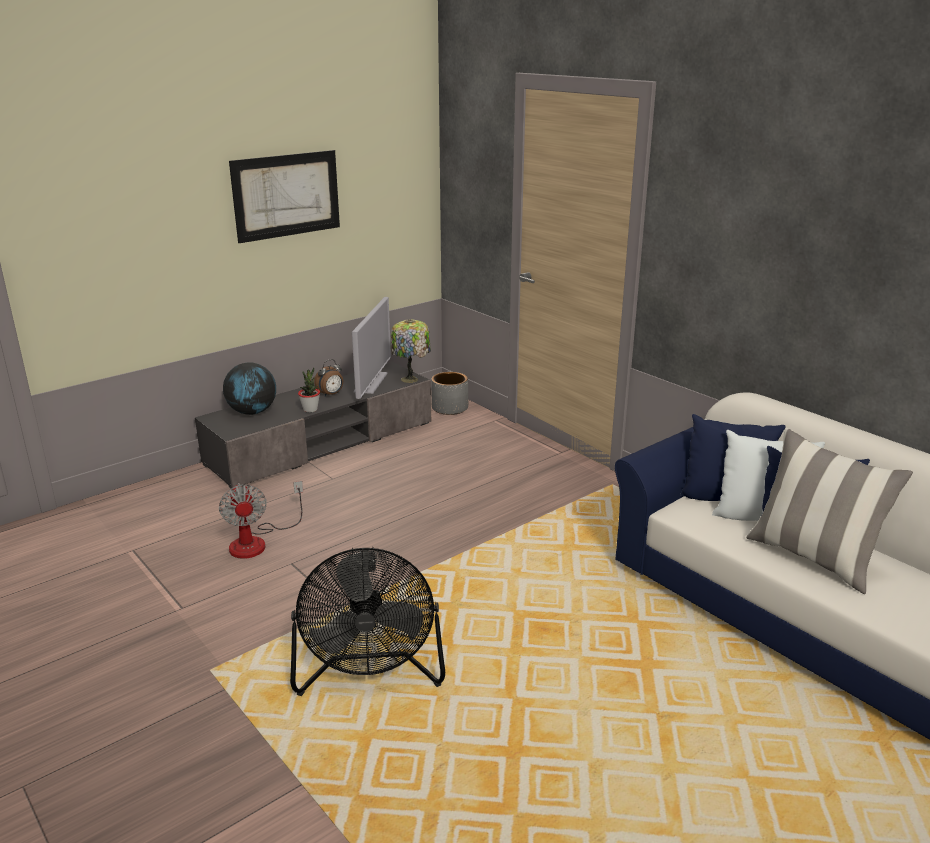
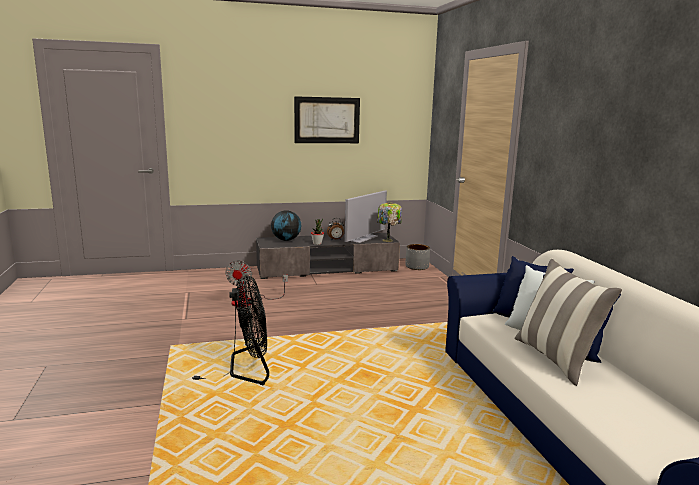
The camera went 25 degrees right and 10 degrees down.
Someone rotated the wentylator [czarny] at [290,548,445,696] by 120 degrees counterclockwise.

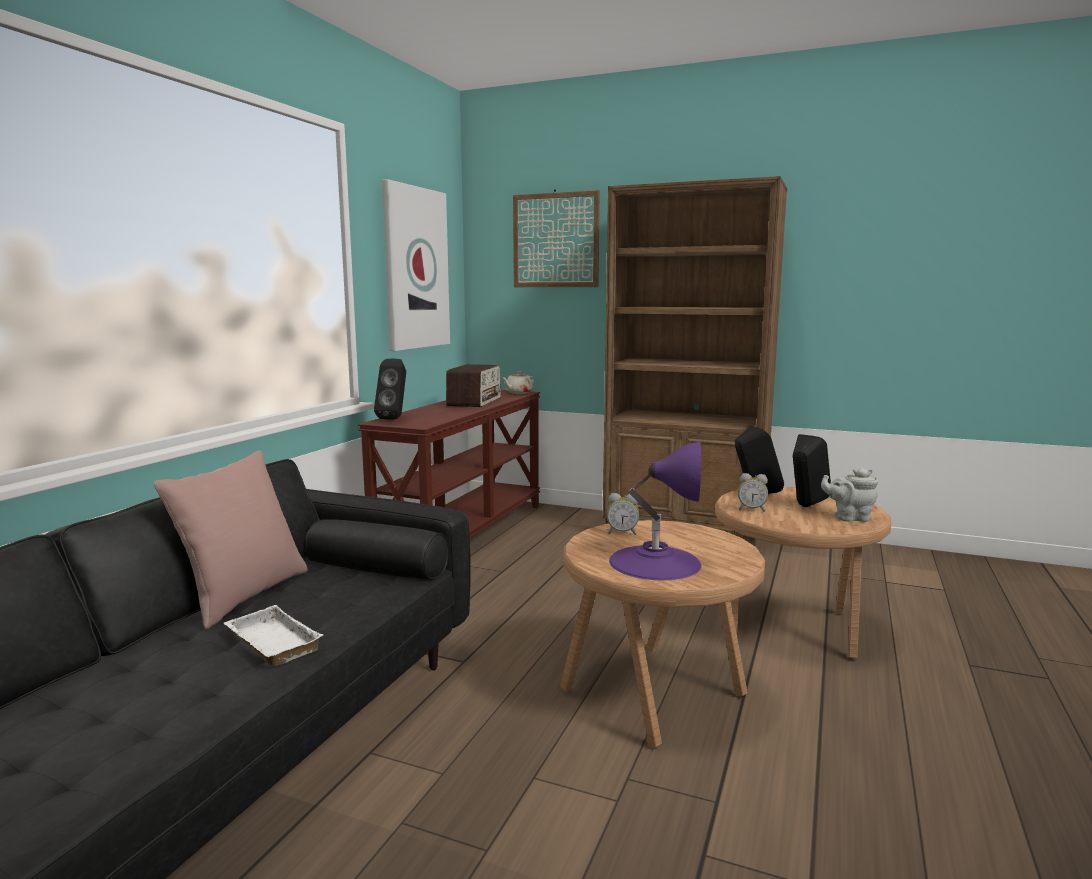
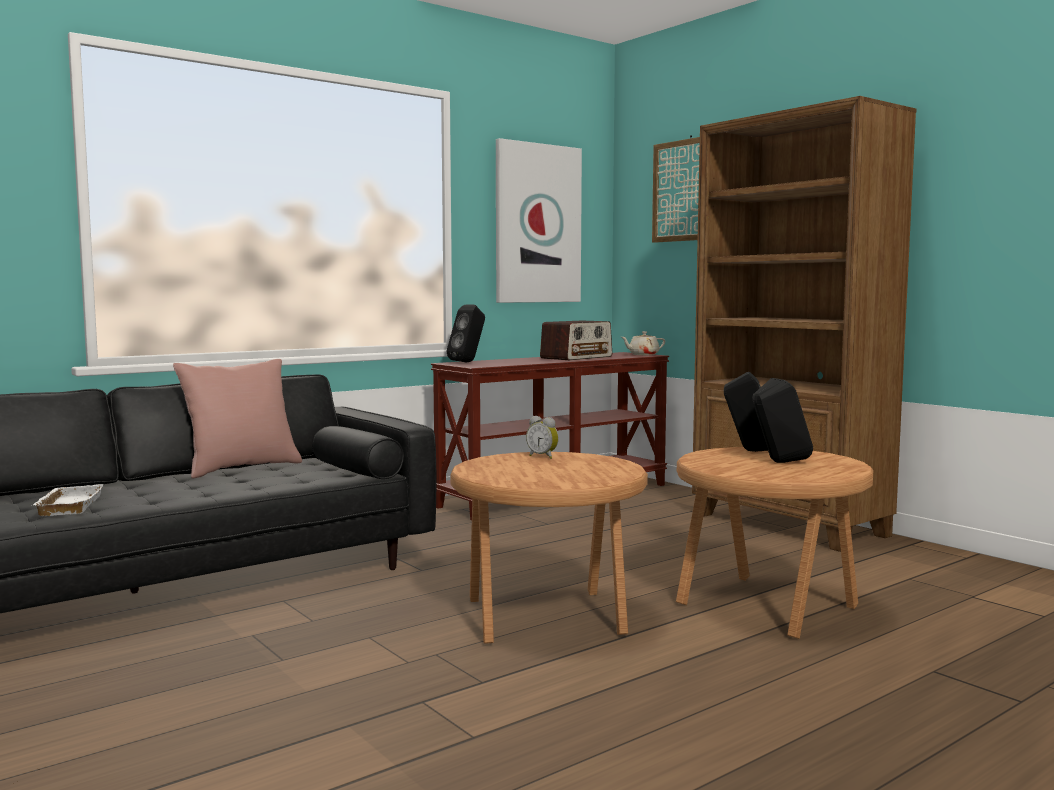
The camera went 30 degrees right and 5 degrees down.
Someone carried the taca [biały] from [223,605,323,666] to [33,484,103,516].
Someone took away the lampa stołowa [fioletowy] at [609,442,701,580].
Someone took away the budzik at [738,473,768,512].
Someone took away the imbryk [szary] at [821,468,879,522].

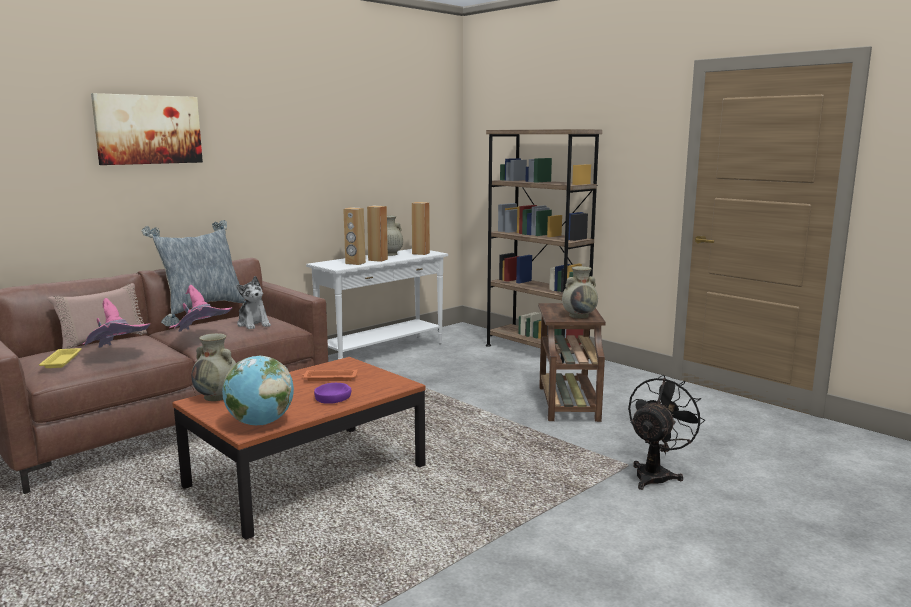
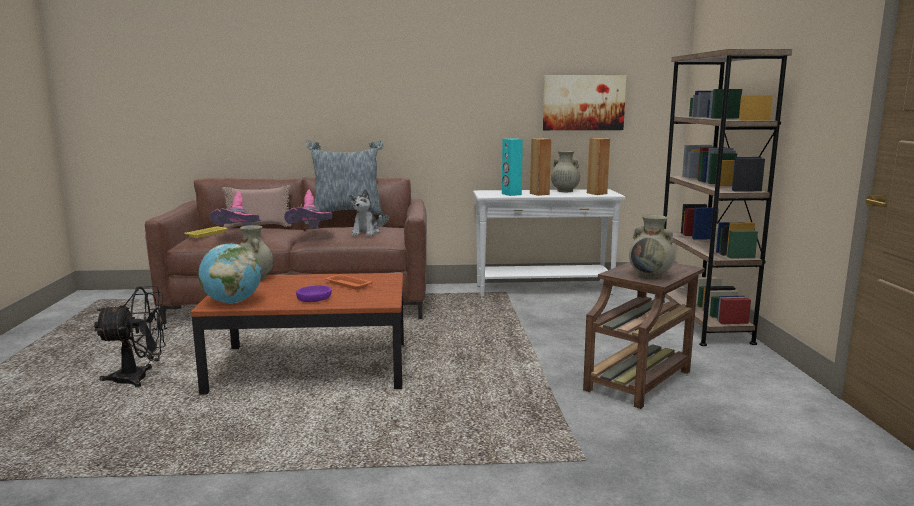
The camera went 40 degrees right and 0 degrees up.
Someone carried the wentylator [czarny] from [628,375,705,490] to [94,286,167,387].
Someone repainted the głośnik [brązowy] at [343,207,366,265], which became the głośnik [turkusowy] at [502,138,523,196].
Someone carried the obraz from [91,93,203,165] to [543,75,627,130].

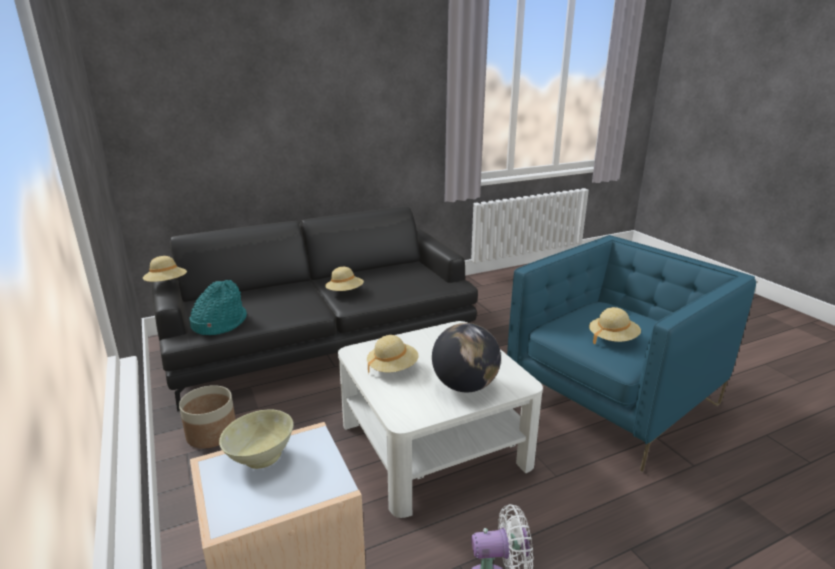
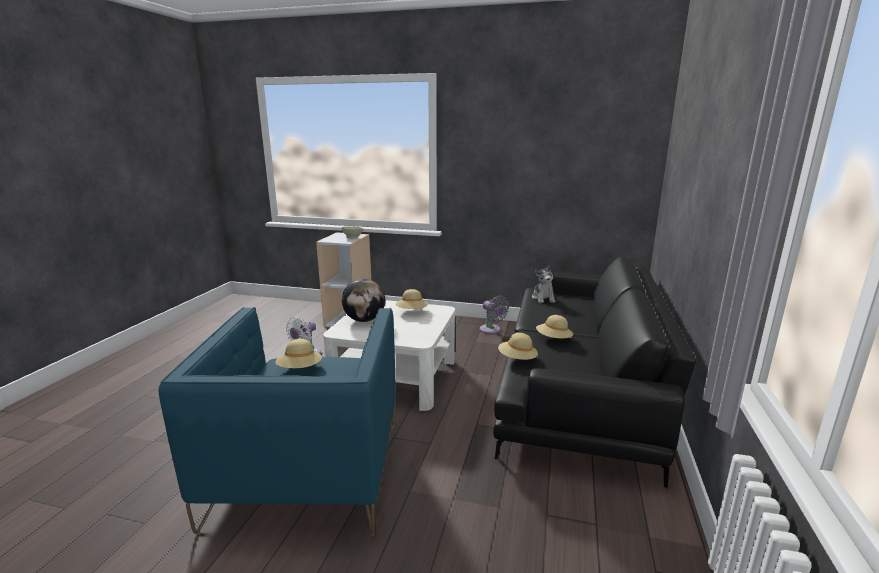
The camera went 130 degrees right and 5 degrees down.
Someone swapped the donica at [179,385,236,449] for the wentylator [szary] at [480,295,509,334].
Someone carried the kapelusz [beżowy] from [143,256,187,282] to [498,333,538,360].
Someone swapped the kapelusz [turkusowy] at [189,280,247,335] for the pluszak at [532,265,555,303].

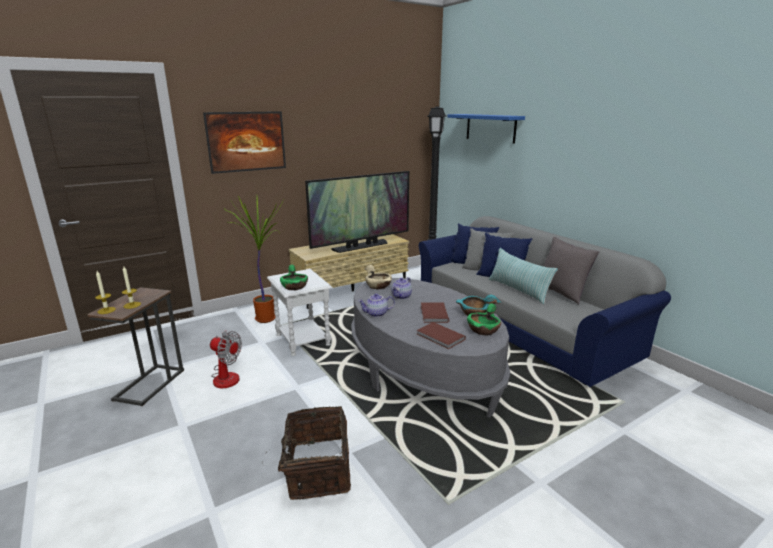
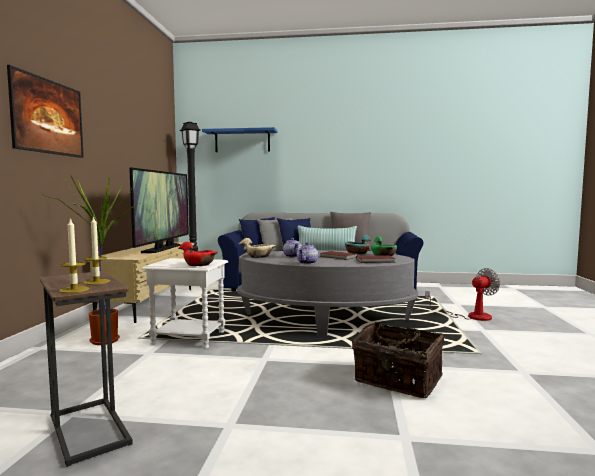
The camera went 50 degrees left and 15 degrees down.
Someone repainted the miska [zielony] at [280,265,308,290], which became the miska [czerwony] at [178,242,218,266].
Someone carried the wentylator from [210,331,242,388] to [425,268,500,321].

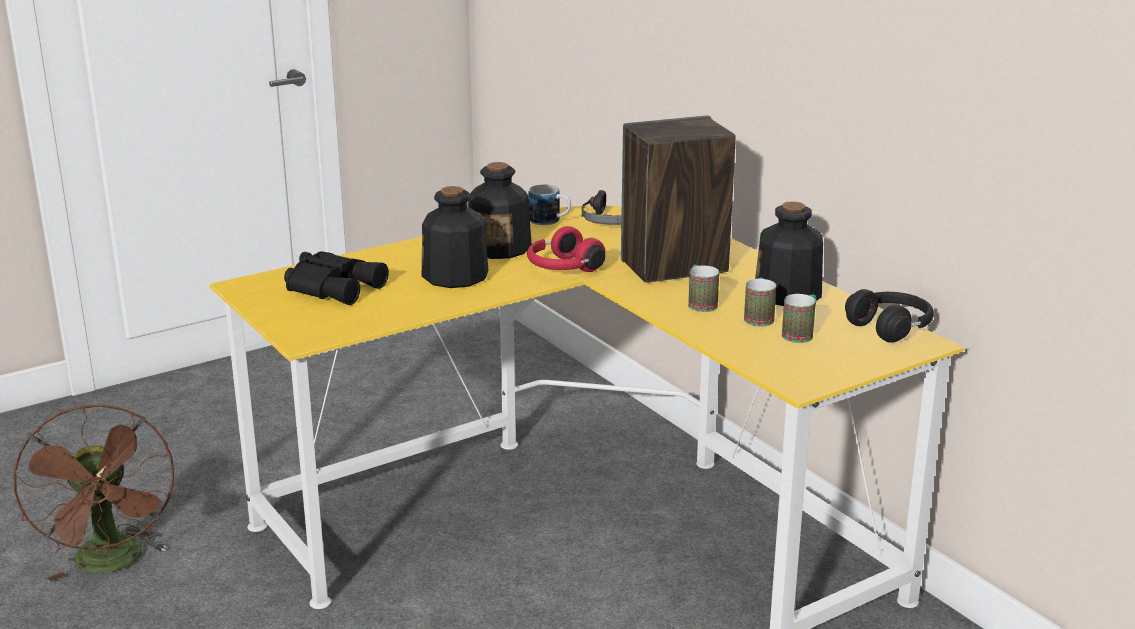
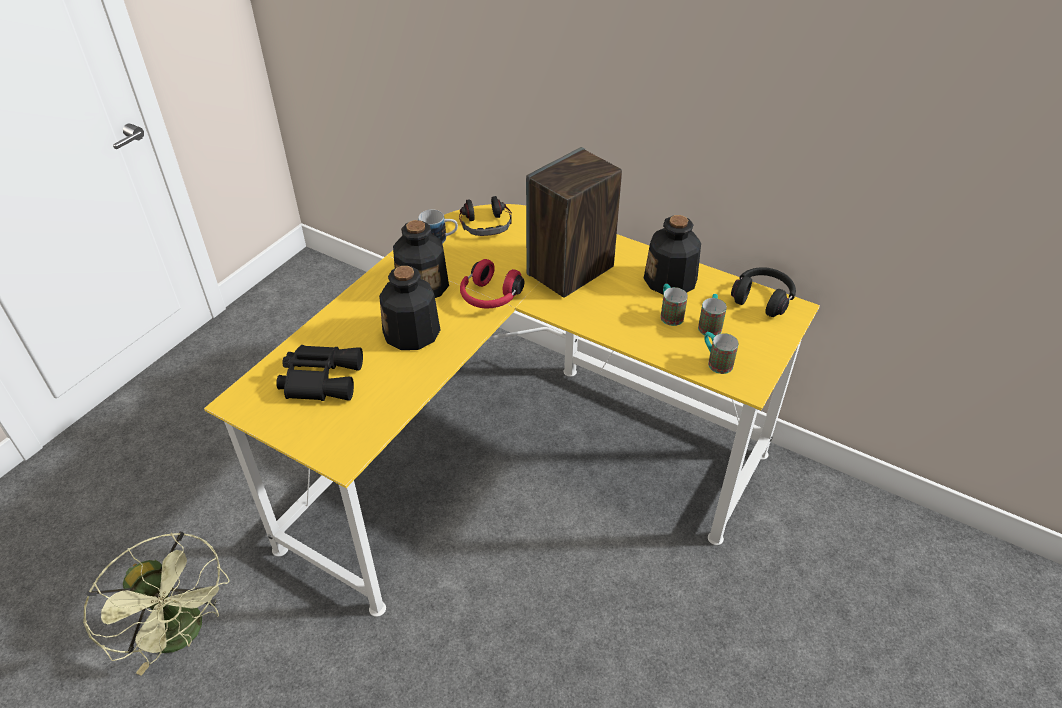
The camera went 25 degrees left and 20 degrees up.
Someone repainted the wentylator [brązowy] at [14,404,174,581], which became the wentylator [zielony] at [83,532,230,676].
Someone carried the kubek from [688,265,719,312] to [704,332,739,374].

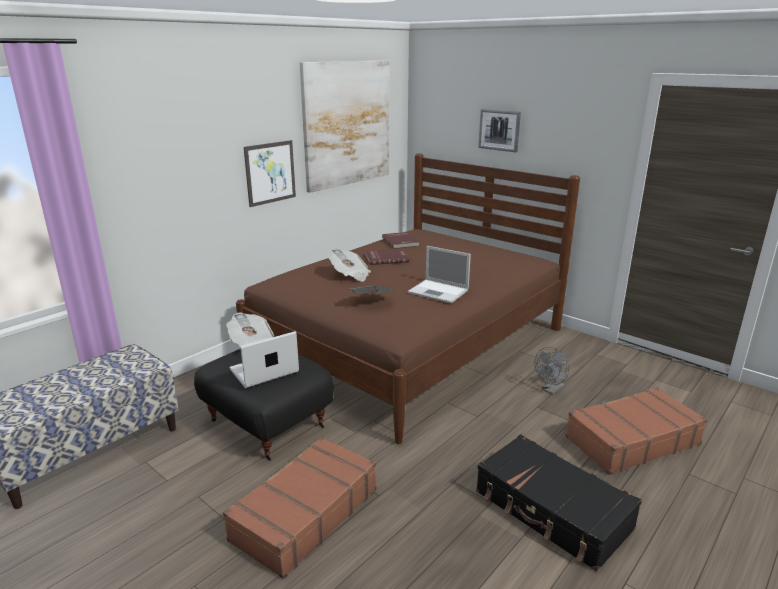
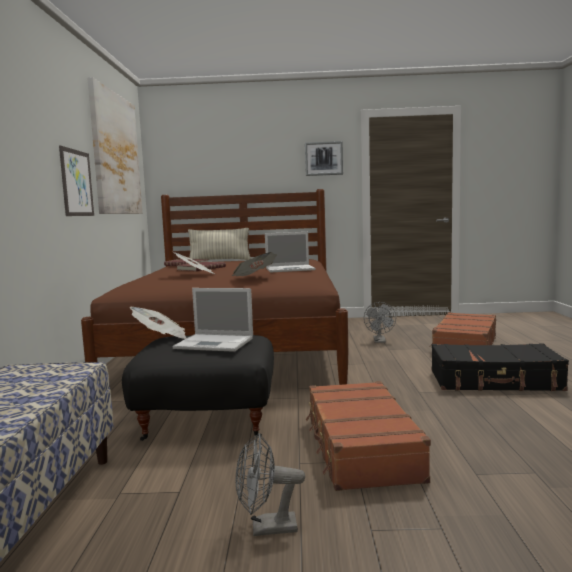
The camera went 40 degrees left and 15 degrees down.
Someone rotated the laptop at [229,331,299,388] by 90 degrees counterclockwise.
Someone put down the poduszka at [188,228,251,260].
Someone put down the wentylator [szary] at [235,433,305,536].
Someone carried the obraz from [478,109,521,152] to [305,141,343,176].

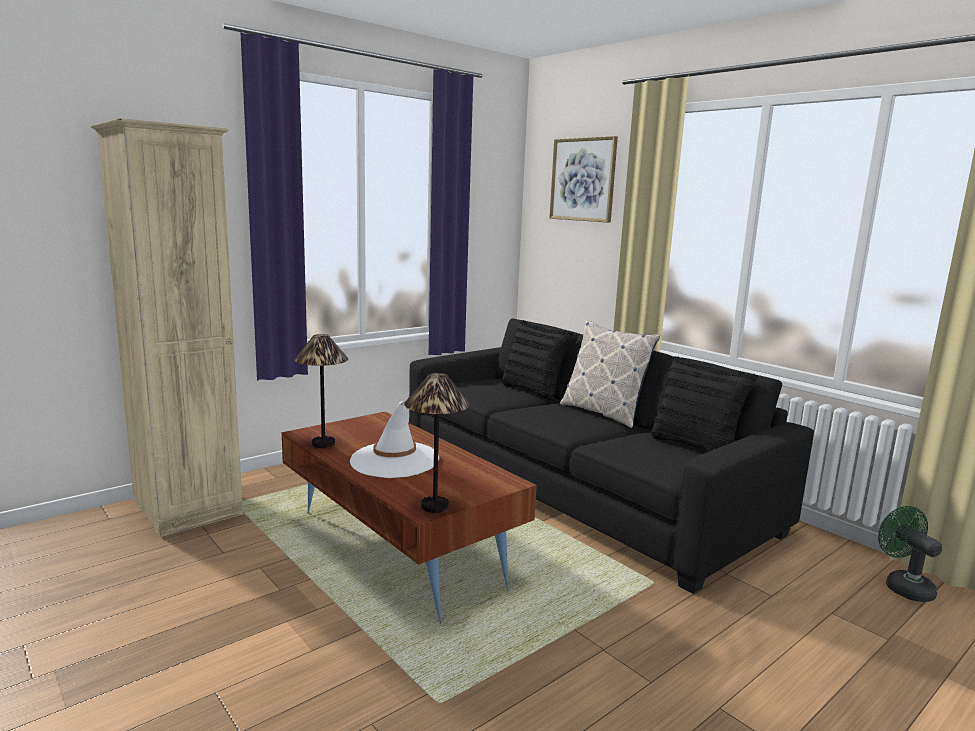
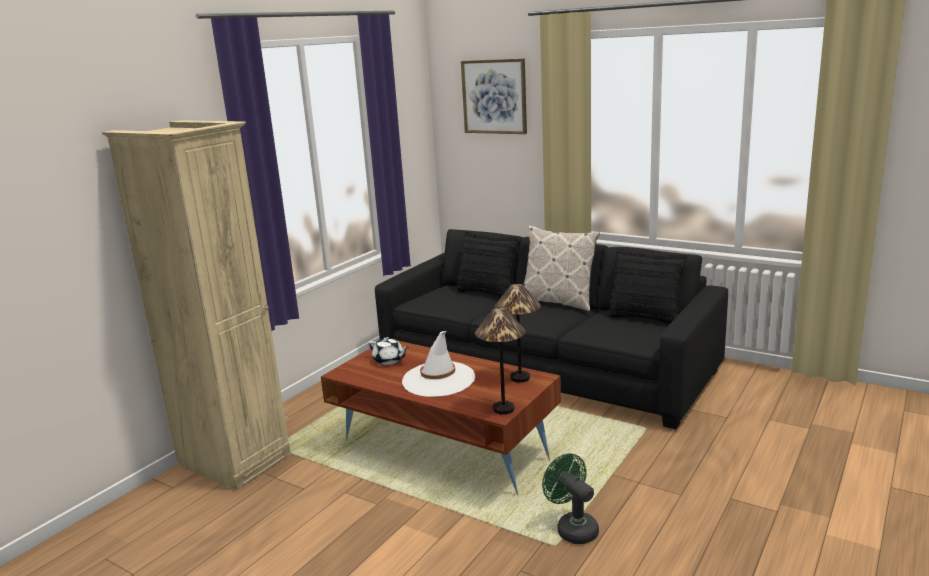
The camera went 15 degrees left and 5 degrees up.
Someone put down the imbryk [biały] at [368,337,409,365].
Someone carried the lampa stołowa from [294,334,348,448] to [494,284,541,383].
Someone carried the wentylator [zielony] from [878,506,942,602] to [542,453,599,544].

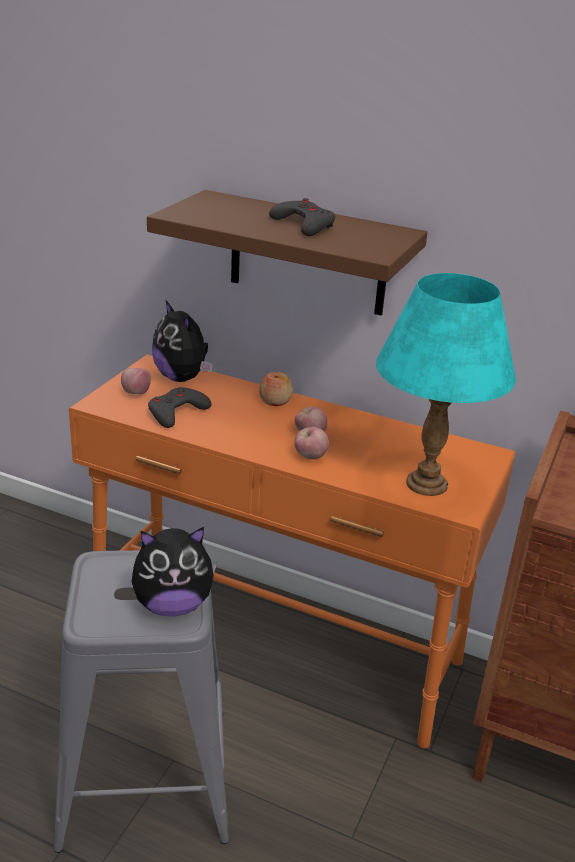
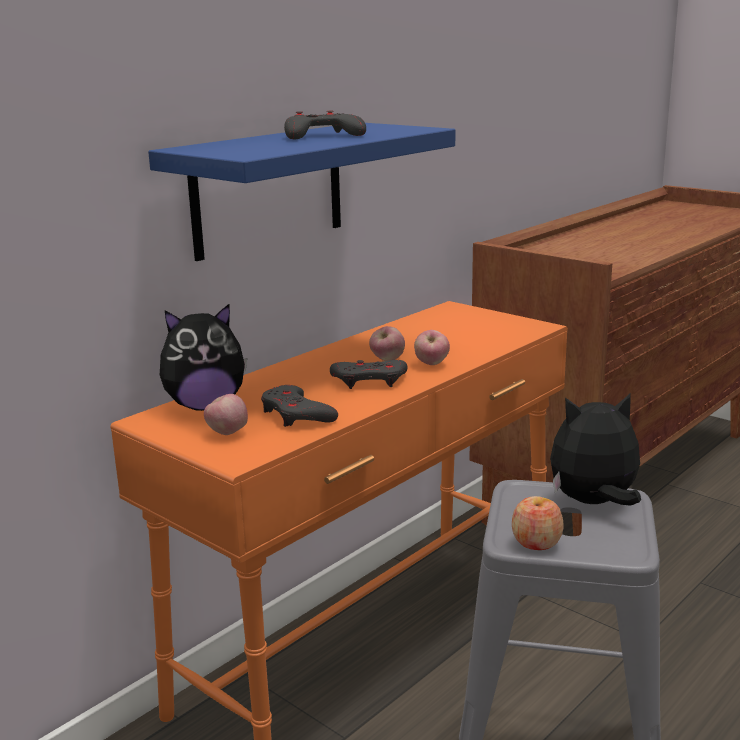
The camera went 70 degrees left and 10 degrees down.
Someone repainted the półka [brązowy] at [147,190,428,316], which became the półka [niebieski] at [148,123,455,261].
Someone put down the pad do gier [szary] at [330,360,407,389].
Someone carried the jabłko from [259,372,293,406] to [512,496,564,550].
Someone rotated the pluszak at [131,527,217,616] by 105 degrees counterclockwise.
Someone took away the lampa stołowa [turkusowy] at [376,273,516,496].

